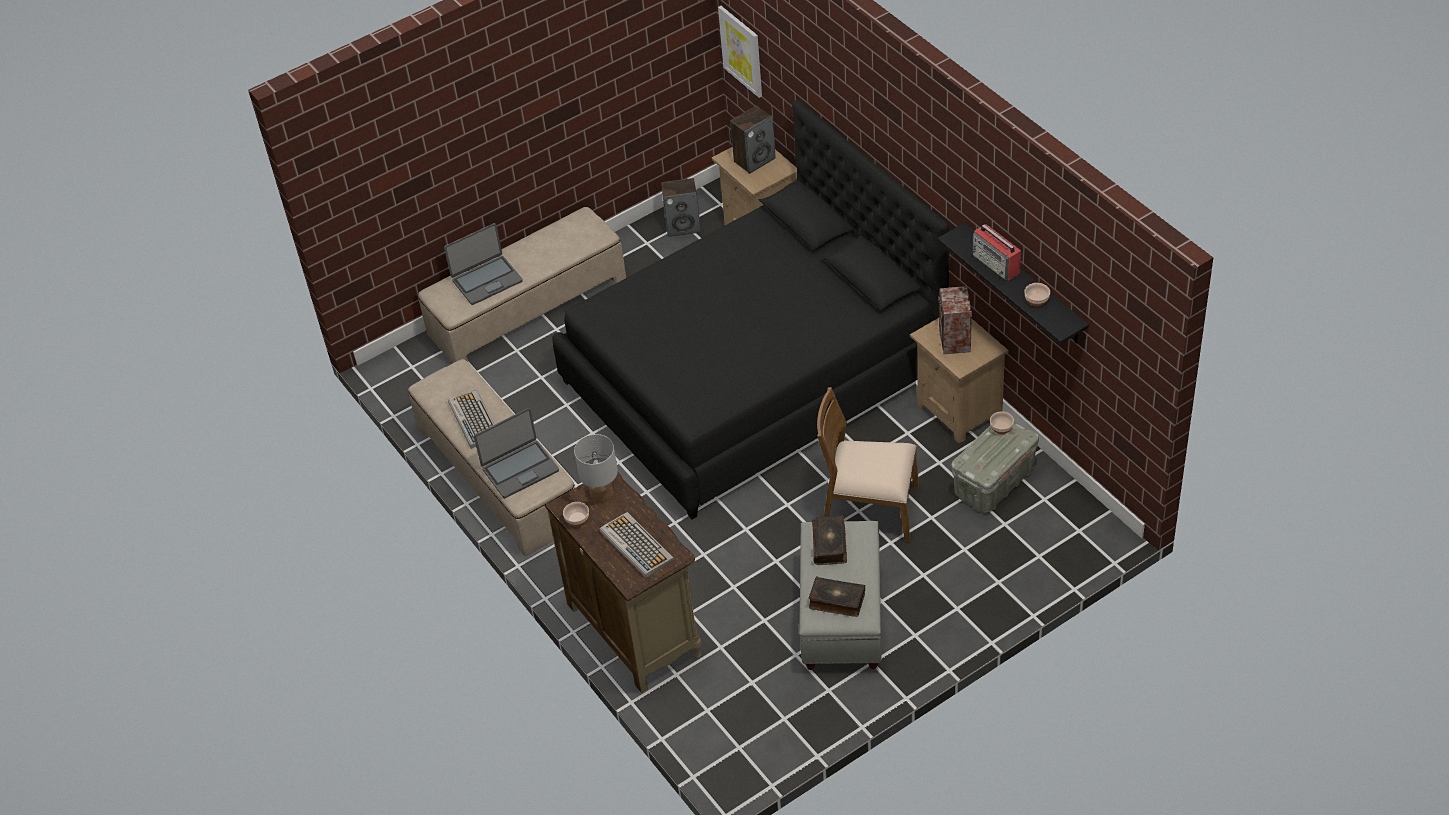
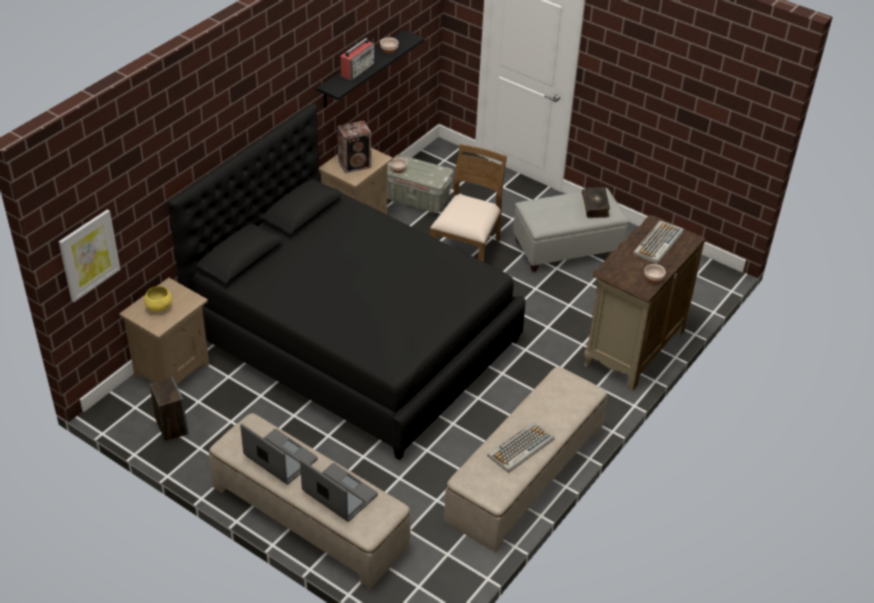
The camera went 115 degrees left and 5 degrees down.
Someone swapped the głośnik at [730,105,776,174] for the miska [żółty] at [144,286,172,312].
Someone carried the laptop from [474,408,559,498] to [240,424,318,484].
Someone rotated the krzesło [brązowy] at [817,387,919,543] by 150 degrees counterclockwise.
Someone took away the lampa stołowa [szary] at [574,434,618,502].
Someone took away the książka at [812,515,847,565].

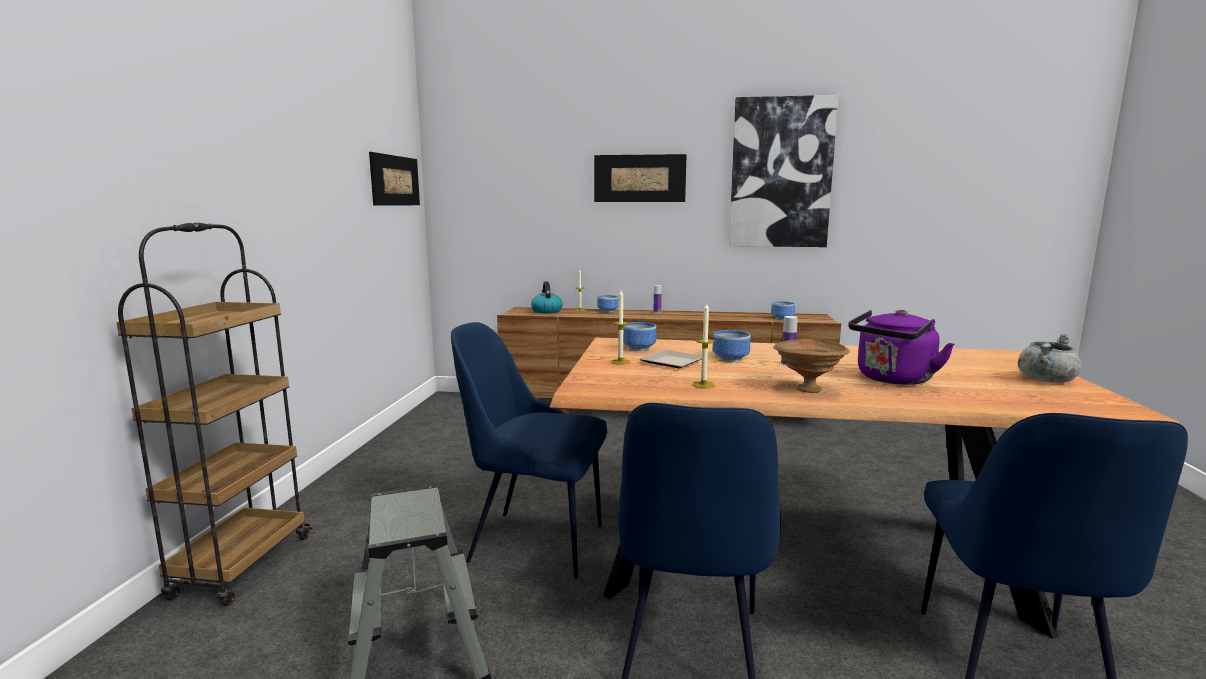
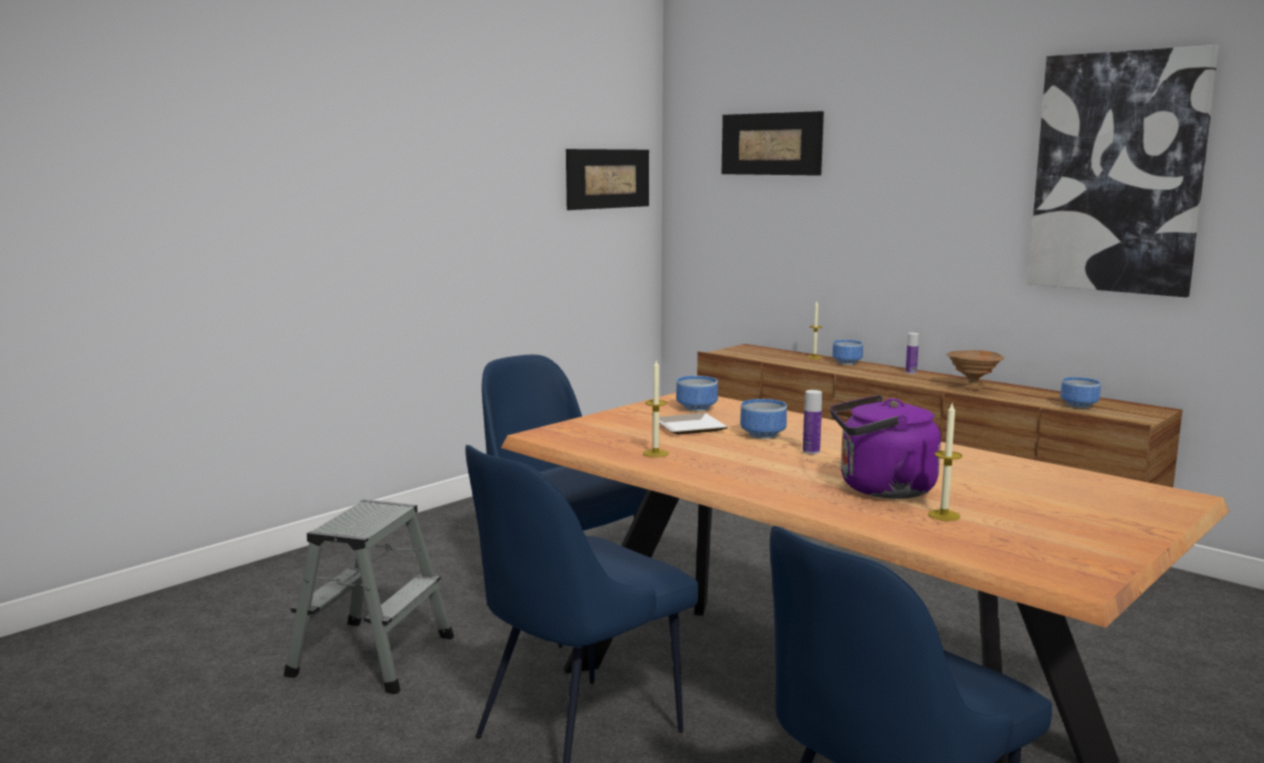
The camera went 35 degrees right and 0 degrees up.
Someone carried the obraz from [594,154,687,202] to [722,111,824,176].
Someone carried the świeca from [611,290,630,364] to [928,404,963,521].
Someone carried the miska [brązowy] from [773,339,850,393] to [946,350,1004,390].
Someone took away the wózek [brązowy] at [116,222,312,606].
Someone took away the czajnik at [531,281,563,313].
Someone took away the garnek [szary] at [1018,334,1081,383].

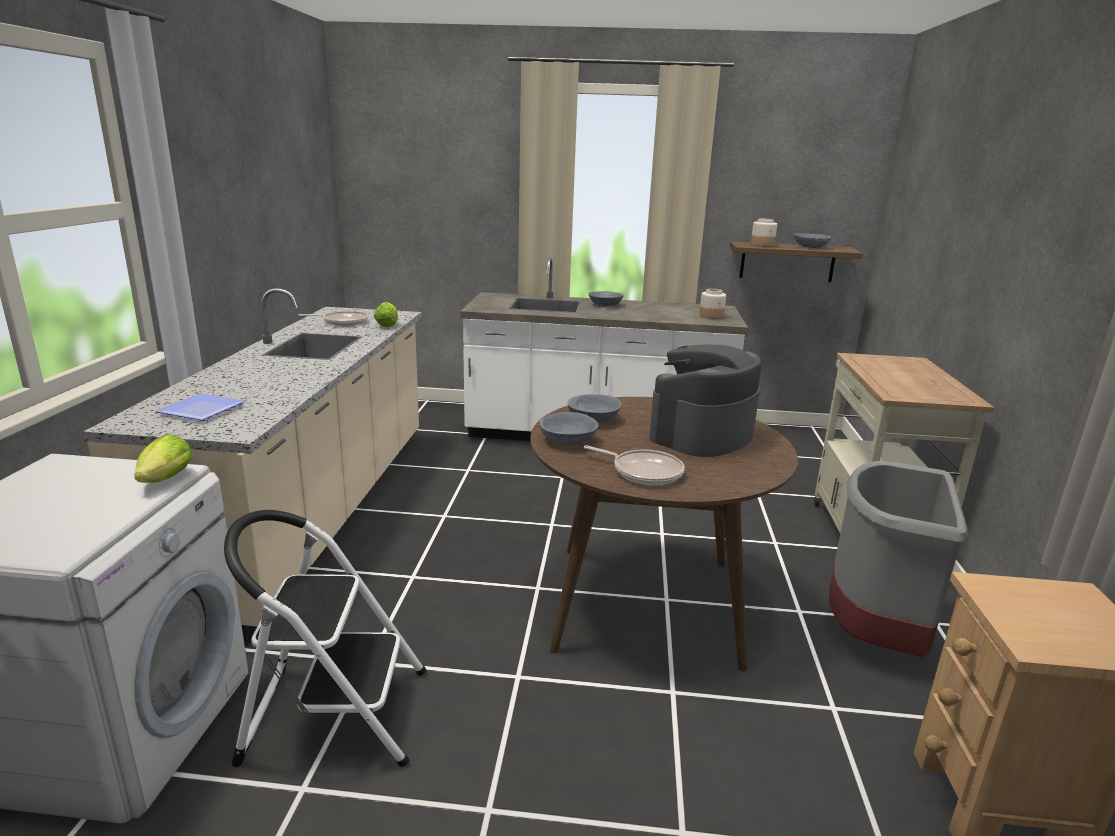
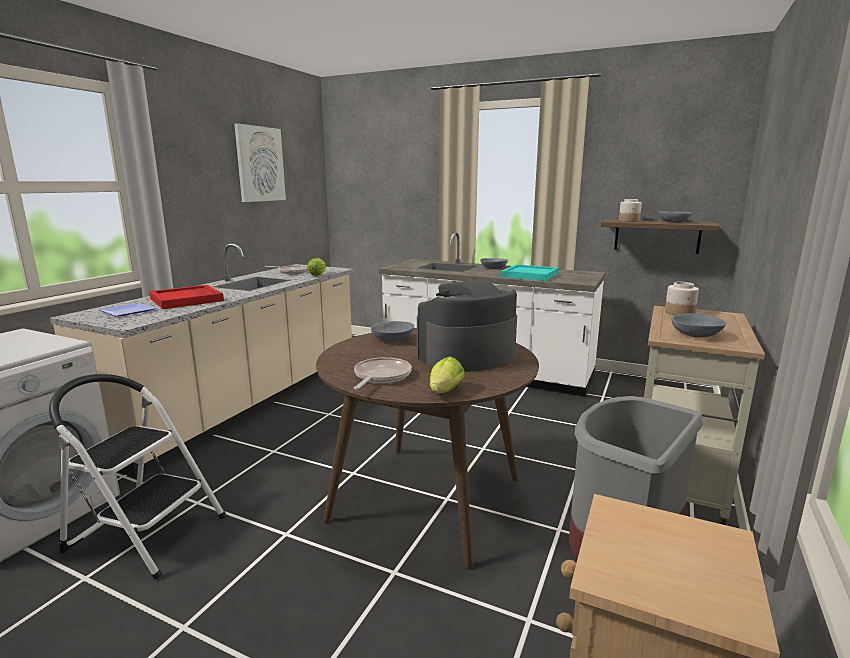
The camera went 20 degrees right and 5 degrees down.
Someone put down the taca [czerwony] at [149,285,224,309].
Someone put up the obraz at [234,123,286,202].
Someone rotated the patelnia at [584,445,685,485] by 120 degrees counterclockwise.
Someone carried the sałata from [134,434,192,483] to [430,356,465,393].
Someone put down the taca [turkusowy] at [501,264,559,281].
Someone carried the słoik from [699,289,726,319] to [665,282,699,315].
Someone carried the miska [szary] from [540,412,599,445] to [671,313,726,337].

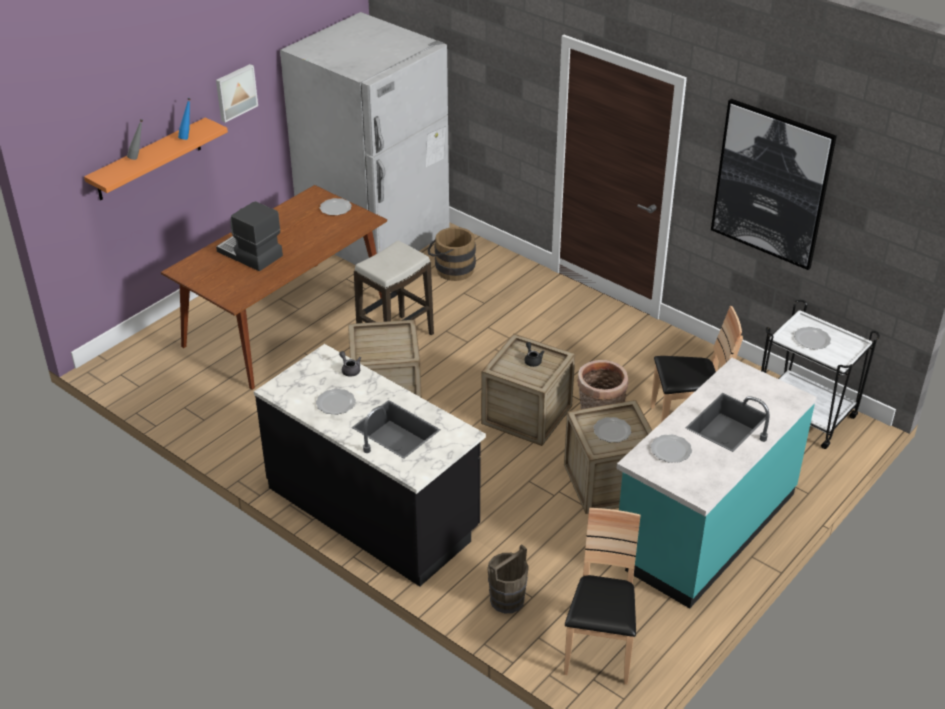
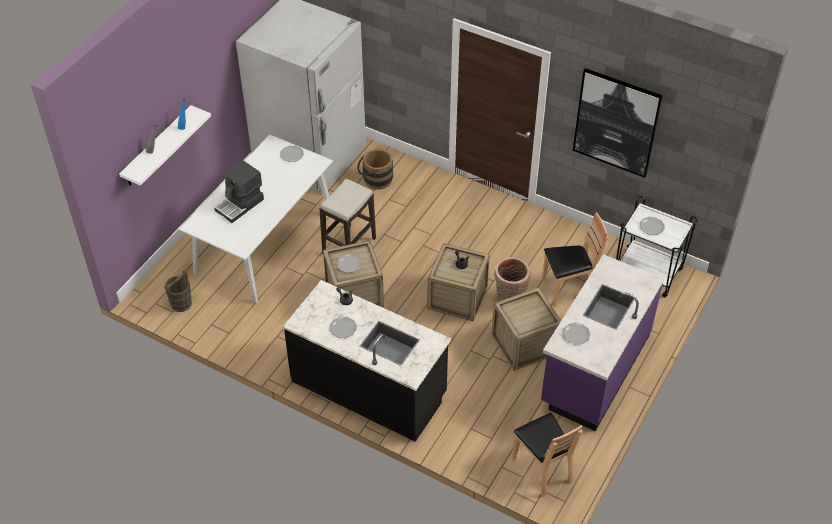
The camera went 10 degrees left and 10 degrees up.
Someone repainted the półka [pomarańczowy] at [84,117,228,200], which became the półka [biały] at [119,105,211,186].
Someone carried the wiadro [brązowy] from [487,544,529,613] to [164,270,192,312].
Someone repainted the stół jadalny [brązowy] at [161,185,387,390], which became the stół jadalny [biały] at [179,135,333,303].
Someone rotated the ekspres do kawy at [216,201,283,271] by 75 degrees counterclockwise.
Someone carried the talerz from [593,417,631,442] to [337,254,362,273].
Someone rotated the krzesło [brązowy] at [564,508,640,685] by 150 degrees clockwise.
Someone repainted the zabudowa kuchenna [turkusowy] at [617,358,817,608], which became the zabudowa kuchenna [fioletowy] at [541,254,664,431].
Someone took away the obraz at [216,64,258,122].

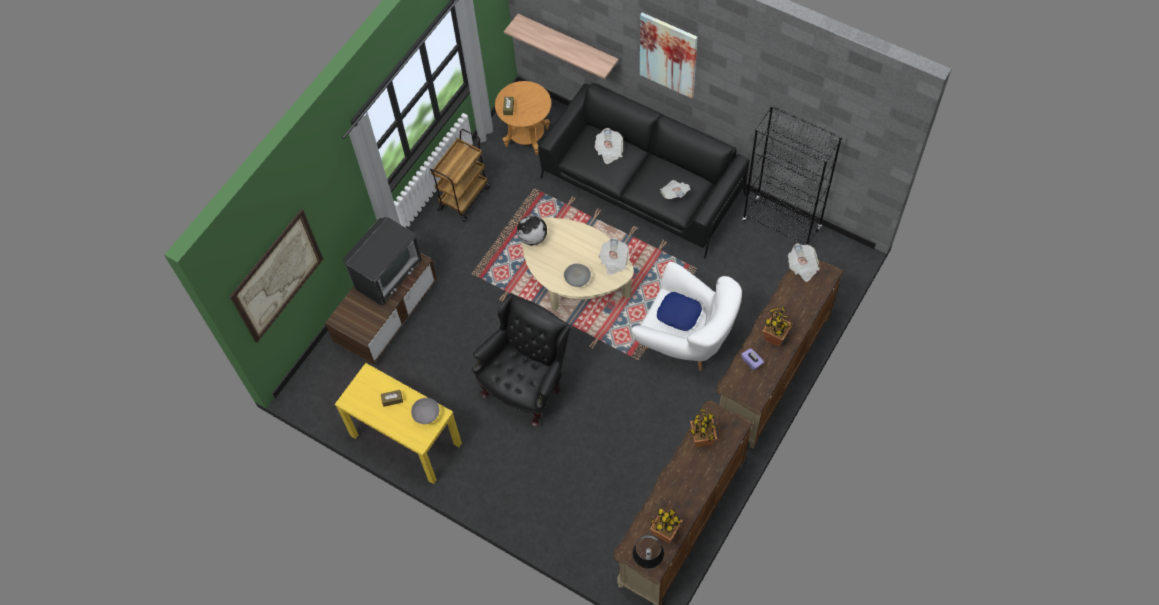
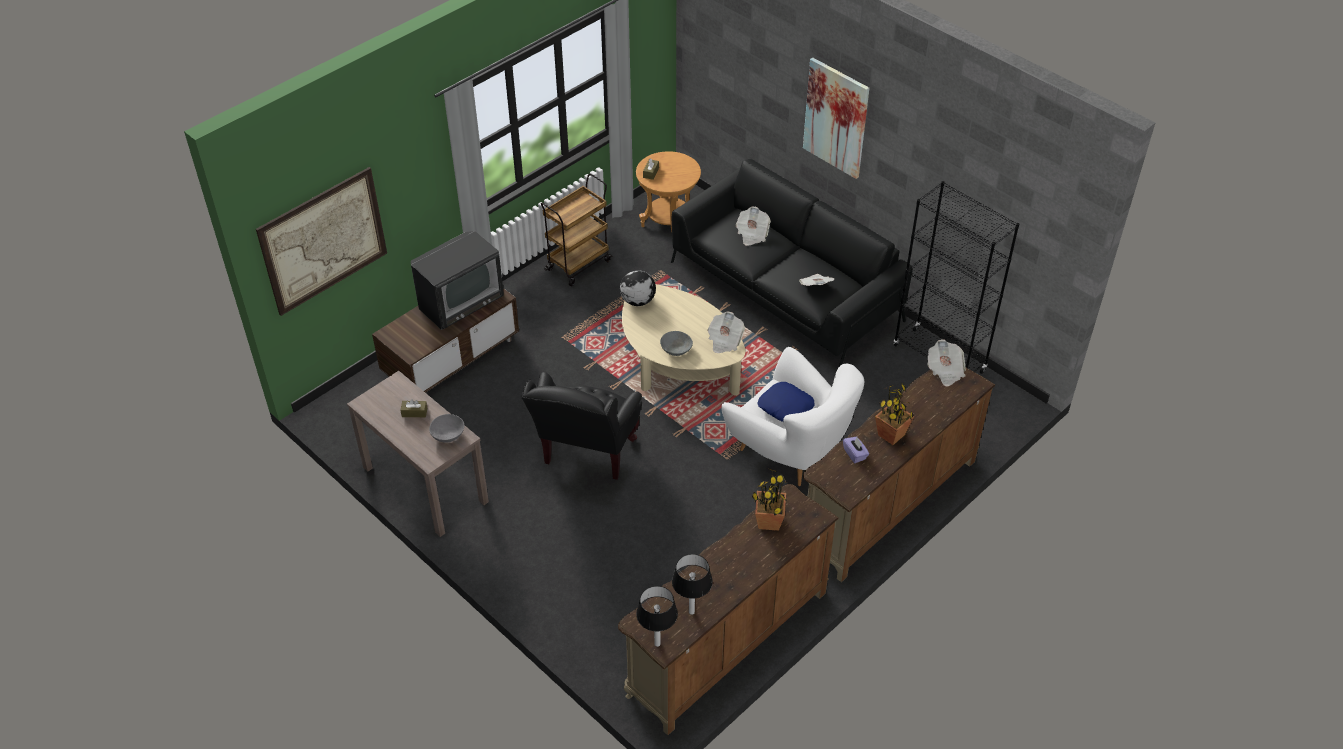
The camera went 10 degrees right and 15 degrees down.
Someone repainted the stolik konsolowy [żółty] at [335,363,462,484], which became the stolik konsolowy [brązowy] at [347,371,489,537].
Someone rotated the fotel [czarny] at [472,293,571,427] by 150 degrees clockwise.
Someone swapped the roślina doniczkowa at [650,505,682,543] for the lampa stołowa at [672,554,713,615].
Someone took away the półka at [504,14,618,79].

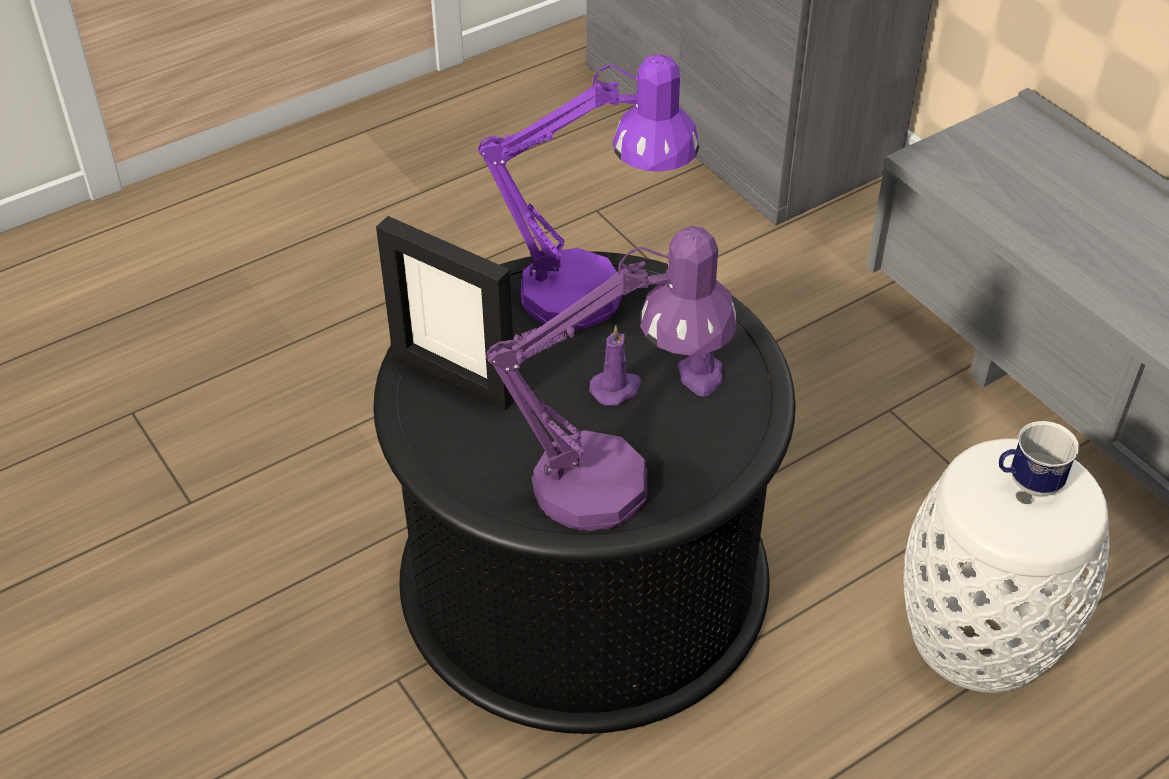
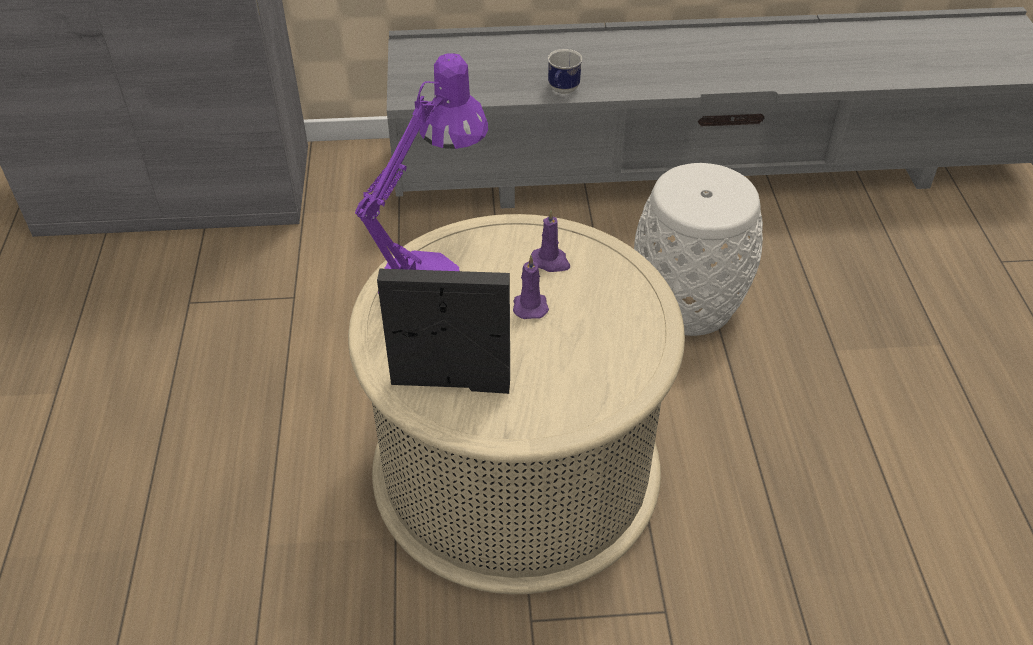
The camera went 60 degrees left and 0 degrees up.
Someone repainted the ława [czarny] at [373,251,796,734], which became the ława [beżowy] at [348,214,685,594].
Someone rotated the ramka na zdjęcie at [376,216,514,410] by 150 degrees counterclockwise.
Someone carried the kubek from [999,421,1079,496] to [548,49,583,94].
Someone took away the lampa stołowa [fioletowy] at [486,226,737,531].

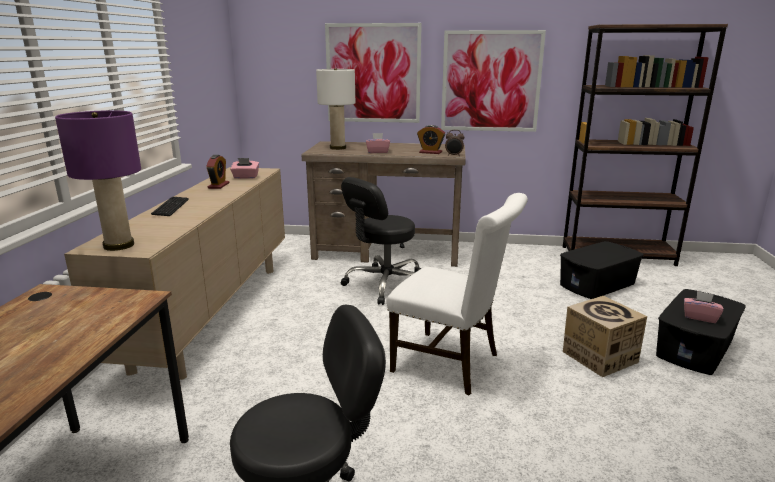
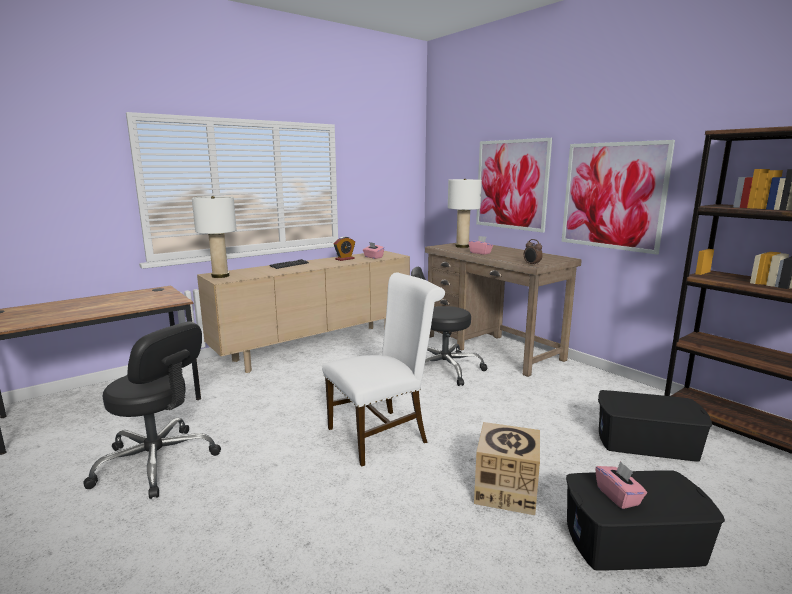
The camera went 45 degrees right and 5 degrees down.
Someone repainted the lampa stołowa [fioletowy] at [55,110,141,251], which became the lampa stołowa [biały] at [192,196,237,278].
Someone rotated the krzesło [biały] at [387,193,528,396] by 105 degrees counterclockwise.
Someone took away the budzik at [417,125,445,154].

